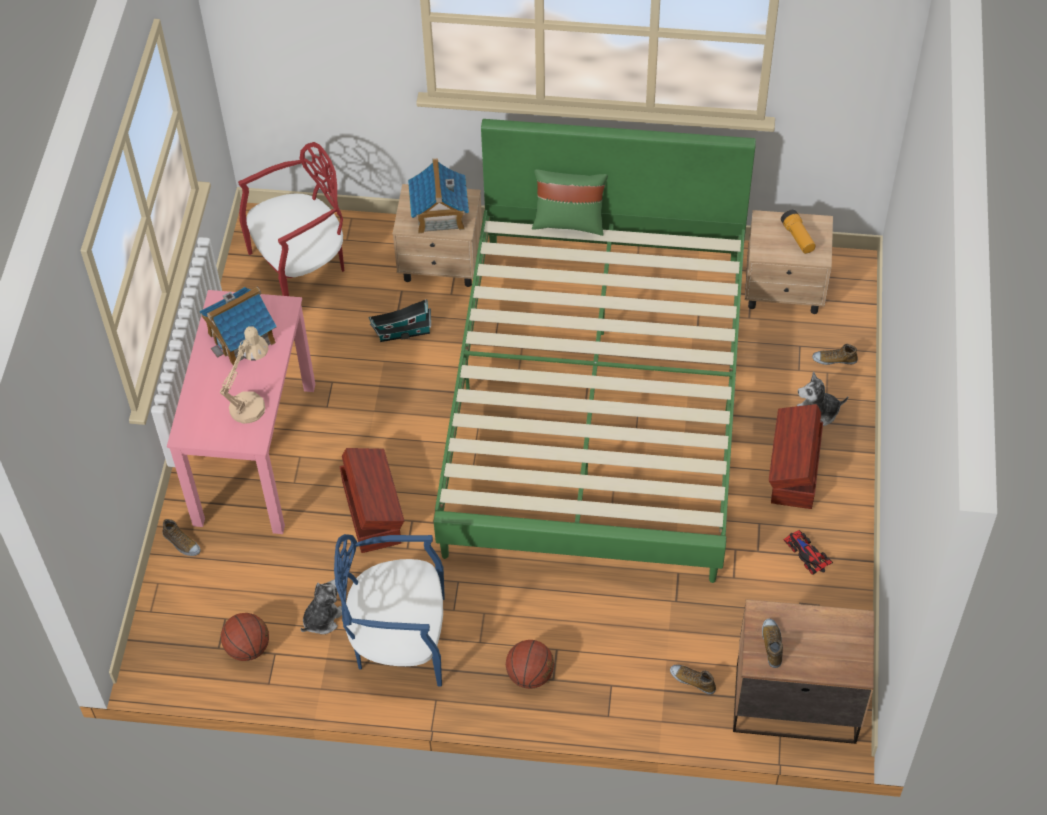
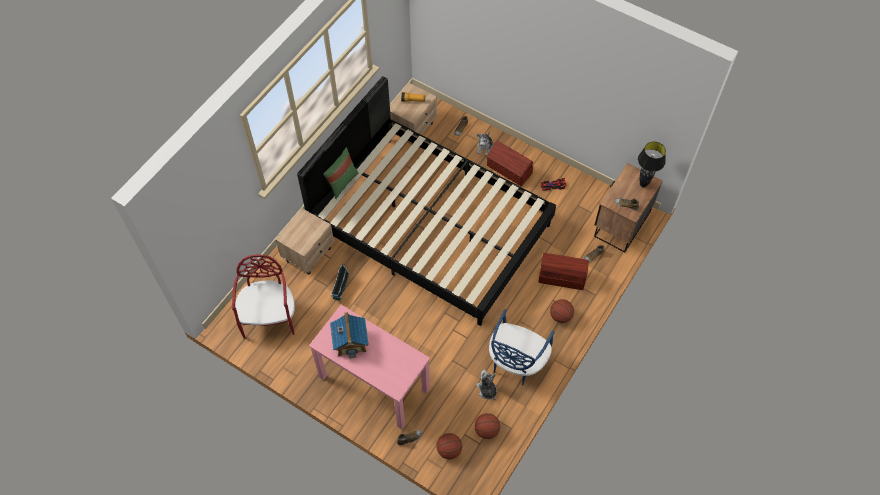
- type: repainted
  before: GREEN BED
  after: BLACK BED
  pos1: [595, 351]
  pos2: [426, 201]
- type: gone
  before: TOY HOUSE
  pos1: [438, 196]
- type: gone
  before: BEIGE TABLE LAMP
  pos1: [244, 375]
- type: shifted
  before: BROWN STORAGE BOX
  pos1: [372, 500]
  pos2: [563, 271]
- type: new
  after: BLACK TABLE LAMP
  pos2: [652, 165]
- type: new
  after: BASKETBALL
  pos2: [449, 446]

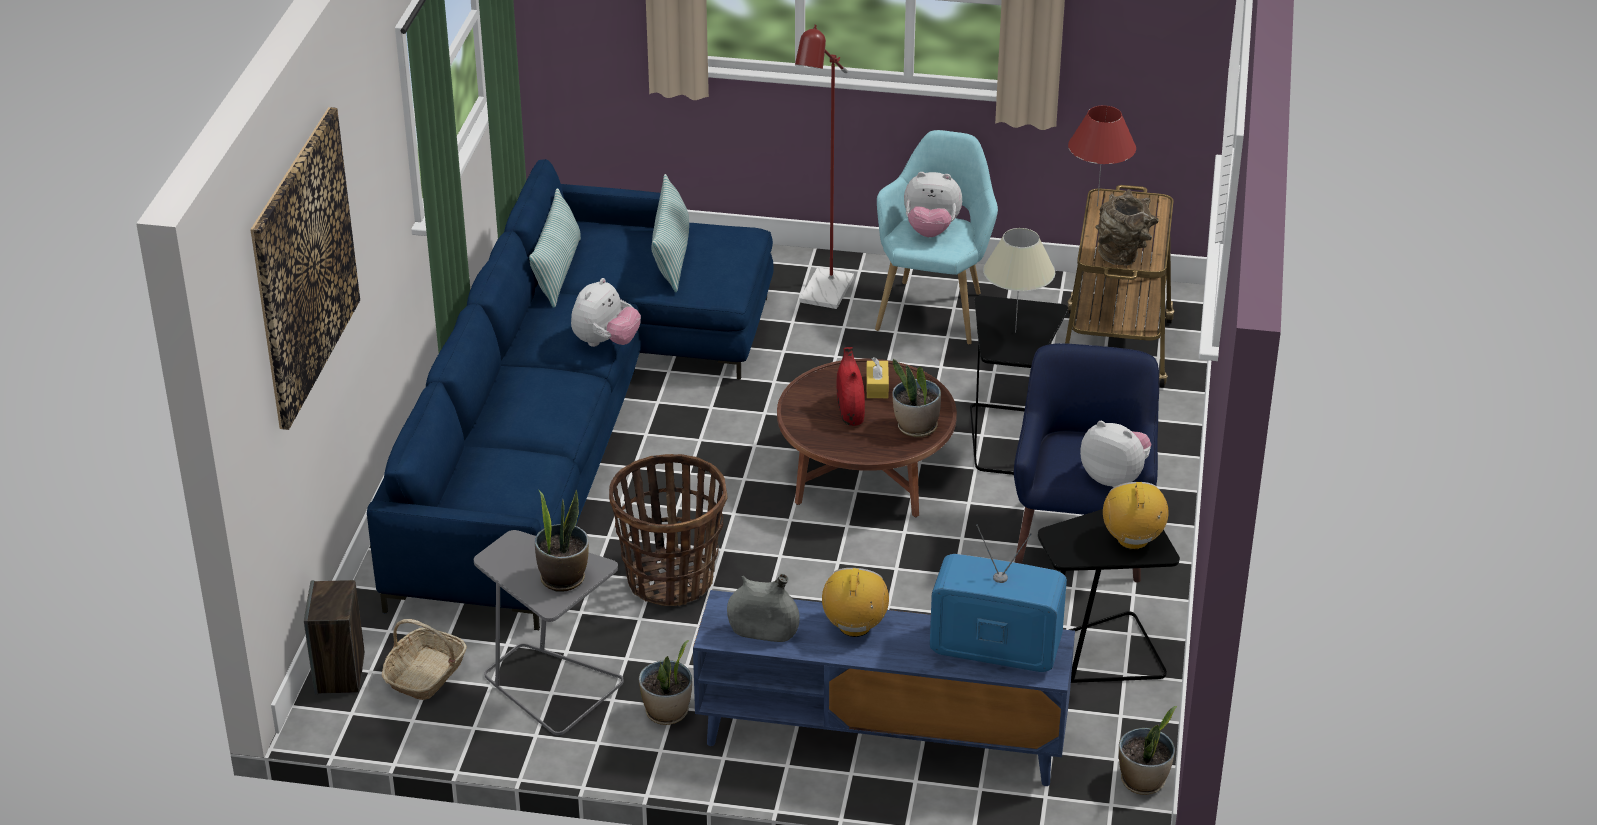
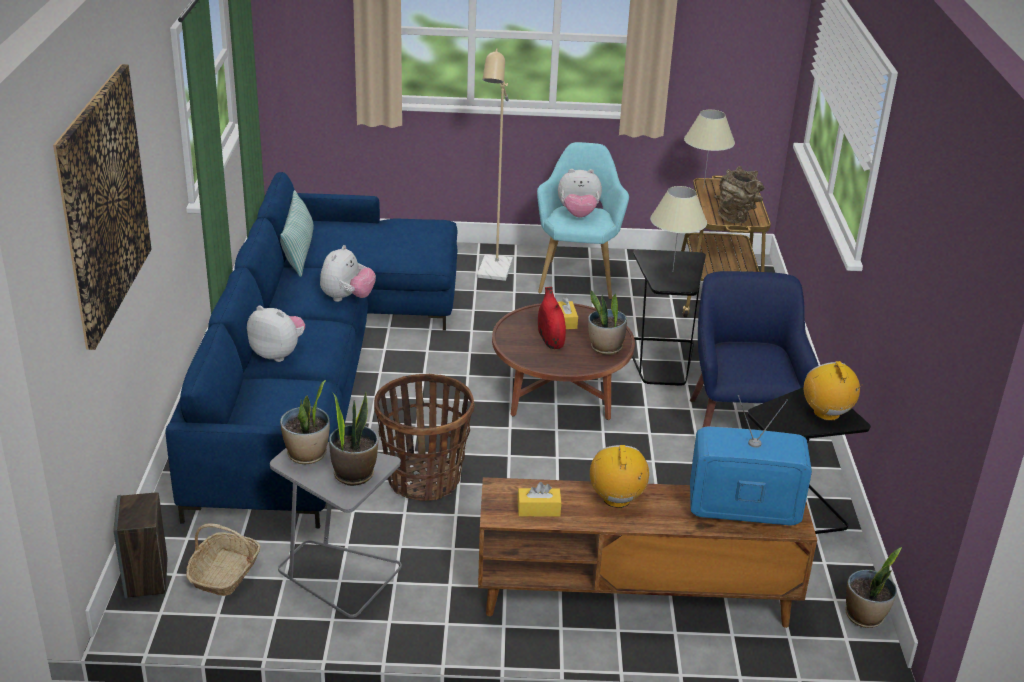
- type: repainted
  before: RED FLOOR LAMP
  after: BEIGE FLOOR LAMP
  pos1: [824, 167]
  pos2: [495, 164]
- type: repainted
  before: RED TABLE LAMP
  after: BEIGE TABLE LAMP
  pos1: [1102, 156]
  pos2: [709, 149]
- type: gone
  before: PILLOW
  pos1: [670, 233]
- type: shifted
  before: PLUSH TOY
  pos1: [1115, 454]
  pos2: [276, 334]
- type: swapped
  before: GREY VASE
  after: YELLOW TISSUE BOX
  pos1: [763, 608]
  pos2: [539, 499]
- type: repainted
  before: BLUE TV STAND
  after: BROWN TV STAND
  pos1: [884, 688]
  pos2: [647, 552]
- type: shifted
  before: POTTED PLANT
  pos1: [665, 682]
  pos2: [305, 422]

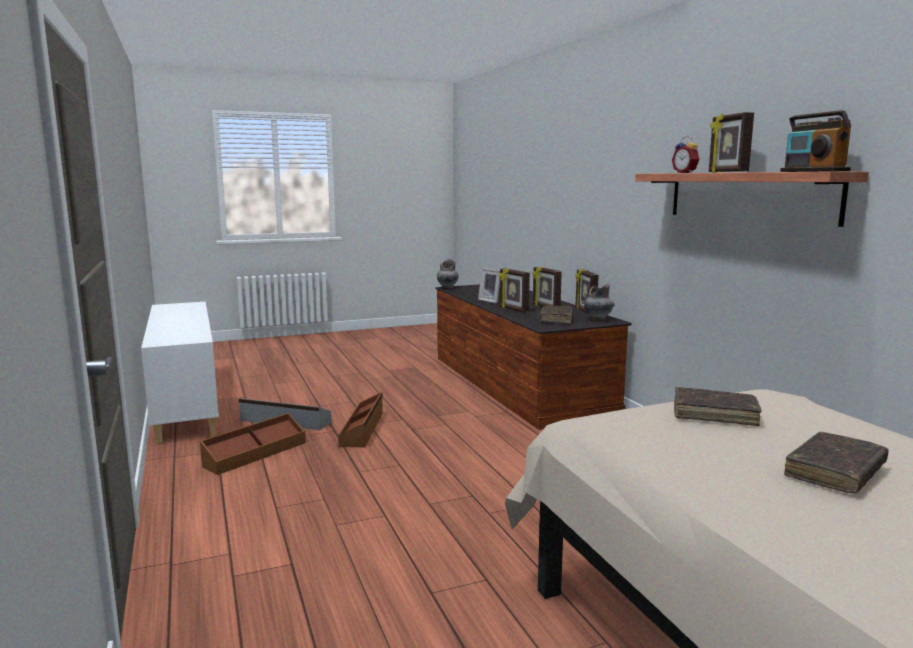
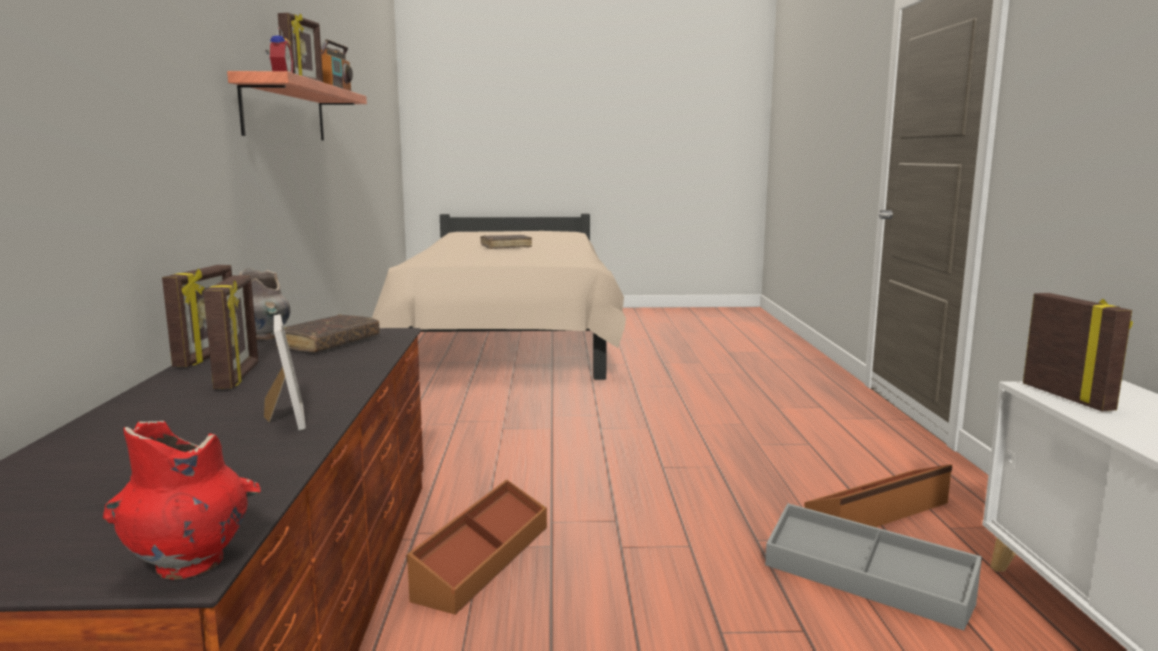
- type: repainted
  before: GREY VASE
  after: RED VASE
  pos1: [448, 274]
  pos2: [182, 500]
- type: shifted
  before: PICTURE FRAME
  pos1: [514, 290]
  pos2: [1078, 352]
- type: gone
  before: BROWN BOOK
  pos1: [718, 406]
- type: shifted
  before: BROWN STORAGE BOX
  pos1: [360, 420]
  pos2: [477, 547]

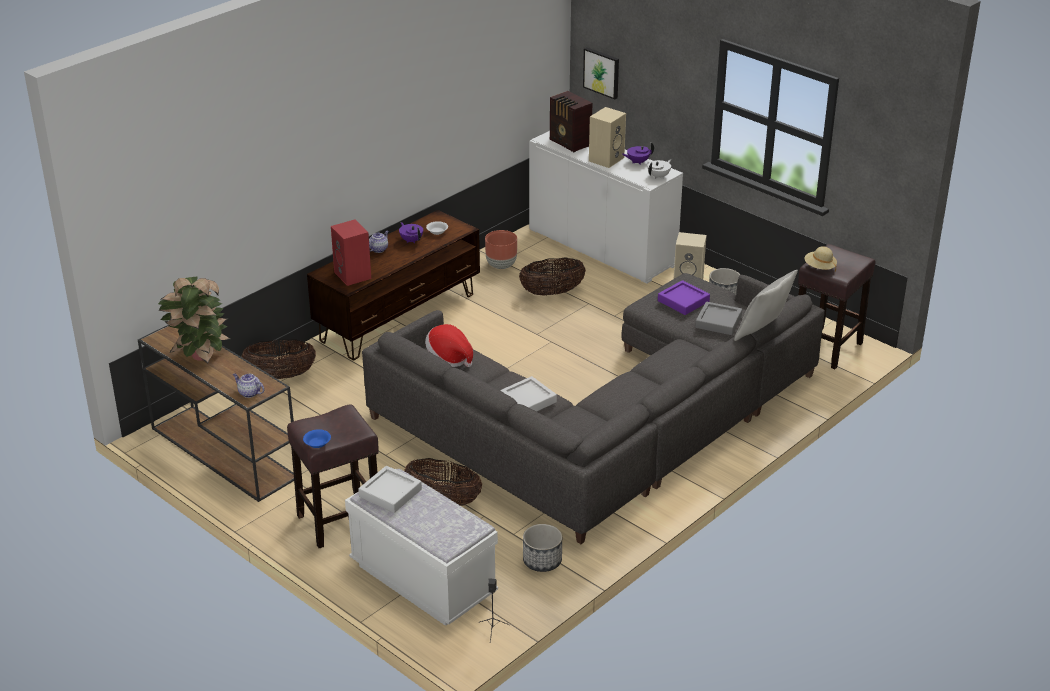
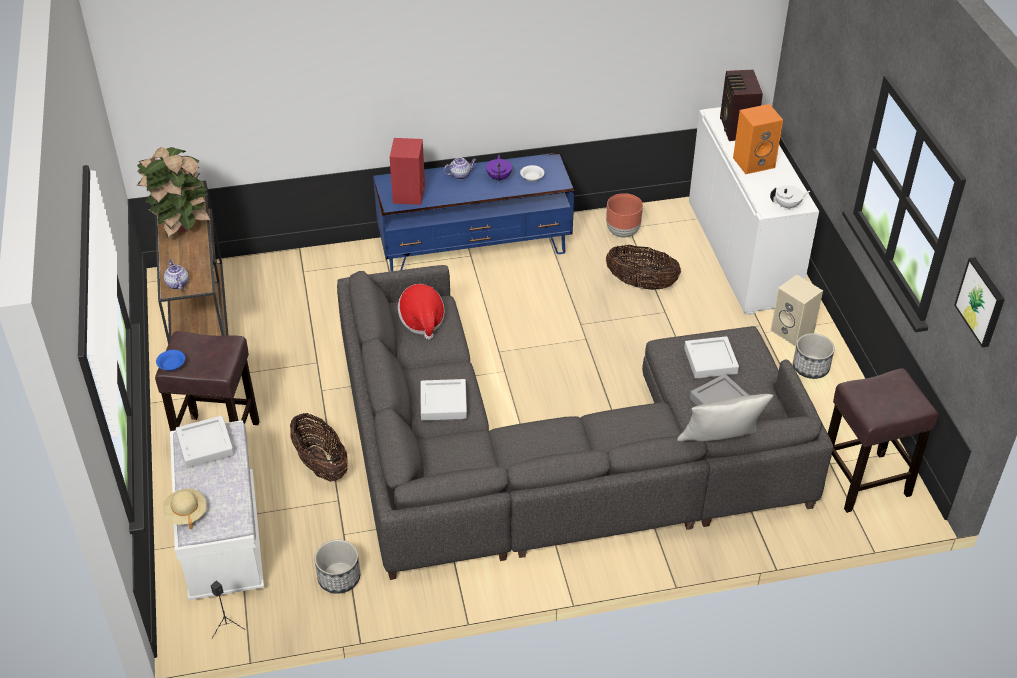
- type: shifted
  before: PICTURE
  pos1: [601, 73]
  pos2: [979, 302]
- type: repainted
  before: BEIGE SPEAKER
  after: ORANGE SPEAKER
  pos1: [607, 137]
  pos2: [758, 139]
- type: gone
  before: PURPLE TEAPOT
  pos1: [638, 153]
- type: repainted
  before: BROWN TV STAND
  after: BLUE TV STAND
  pos1: [393, 285]
  pos2: [473, 212]
- type: shifted
  before: BEIGE HAT
  pos1: [821, 259]
  pos2: [185, 509]
- type: repainted
  before: PURPLE TRAY
  after: GREY TRAY
  pos1: [684, 297]
  pos2: [711, 357]
- type: gone
  before: BASKET
  pos1: [279, 359]

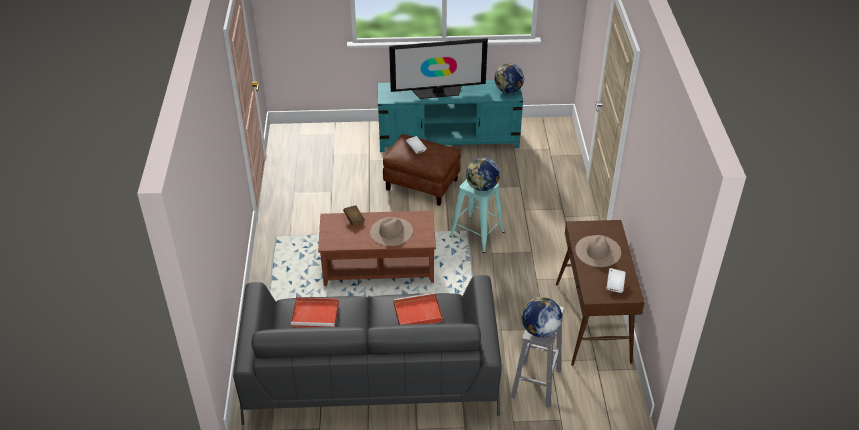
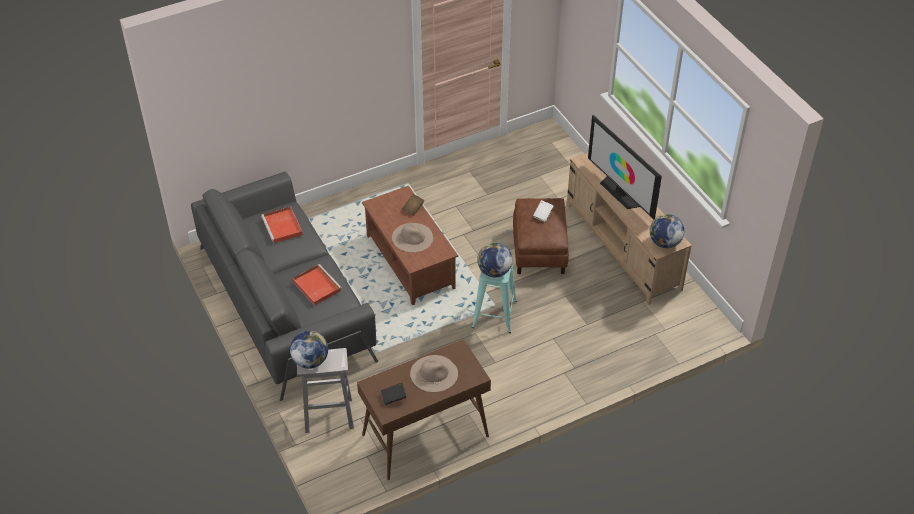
- type: repainted
  before: TURQUOISE TV STAND
  after: BEIGE TV STAND
  pos1: [450, 116]
  pos2: [629, 229]
- type: repainted
  before: WHITE BOOK
  after: BLACK BOOK
  pos1: [616, 280]
  pos2: [394, 394]

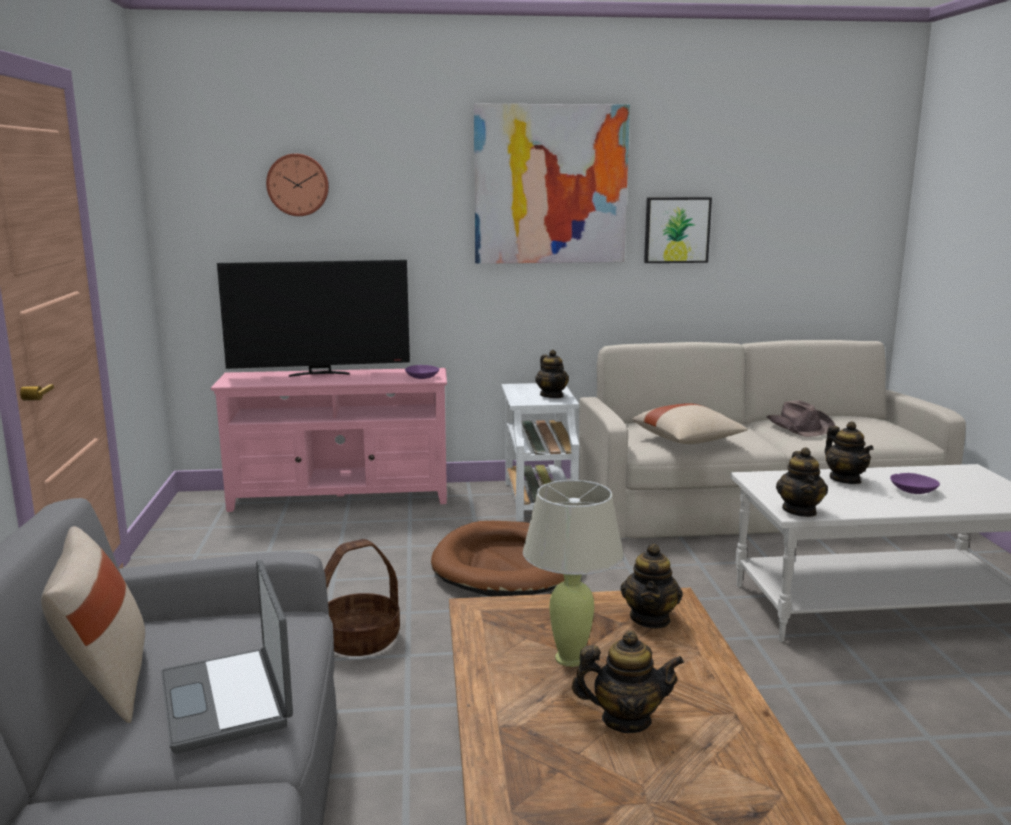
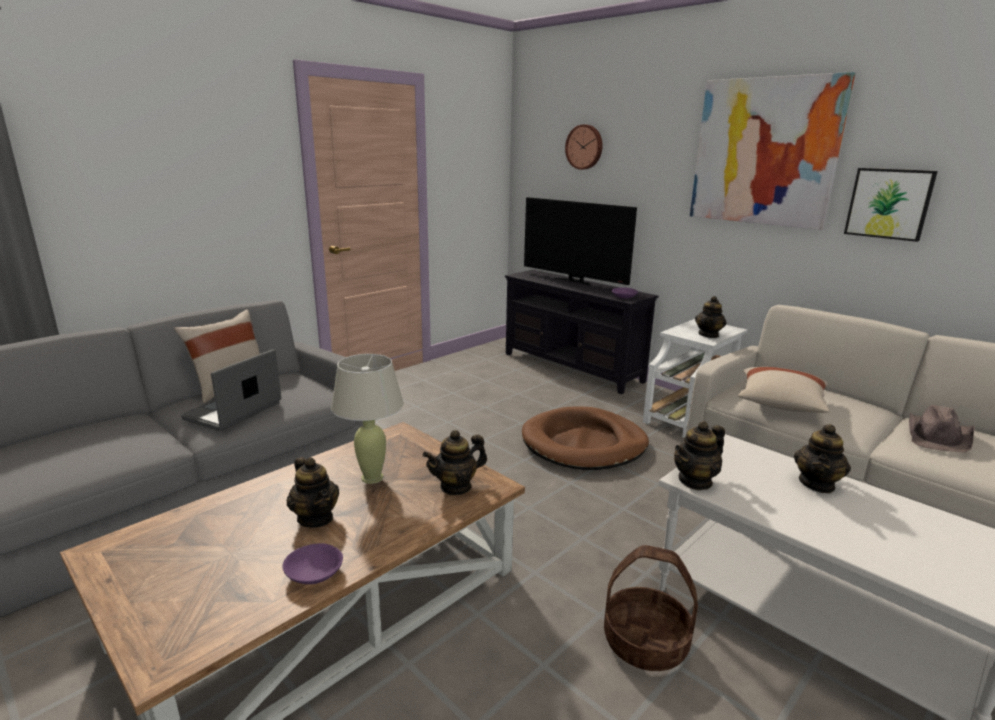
- type: repainted
  before: PINK TV STAND
  after: BLACK TV STAND
  pos1: [329, 440]
  pos2: [582, 332]
- type: shifted
  before: PURPLE BOWL
  pos1: [915, 483]
  pos2: [312, 563]
- type: shifted
  before: BASKET
  pos1: [362, 597]
  pos2: [651, 608]

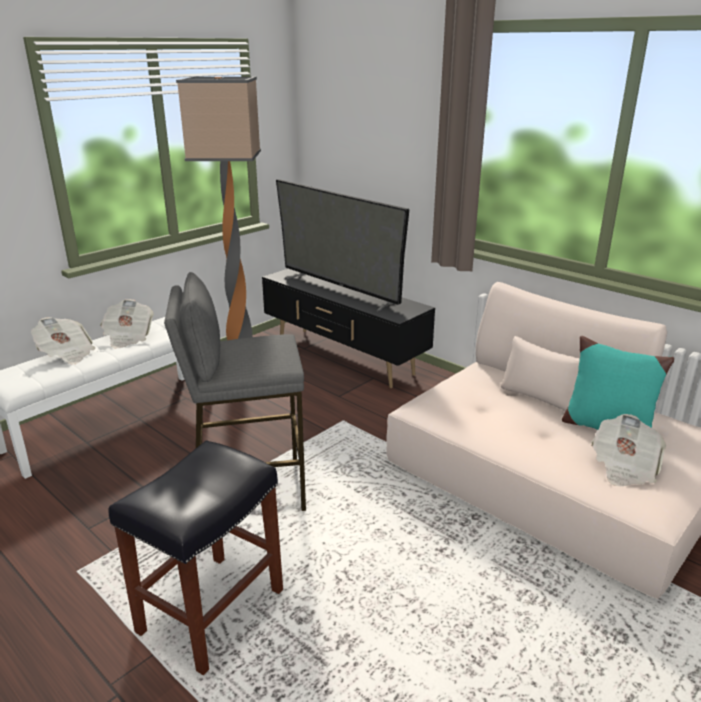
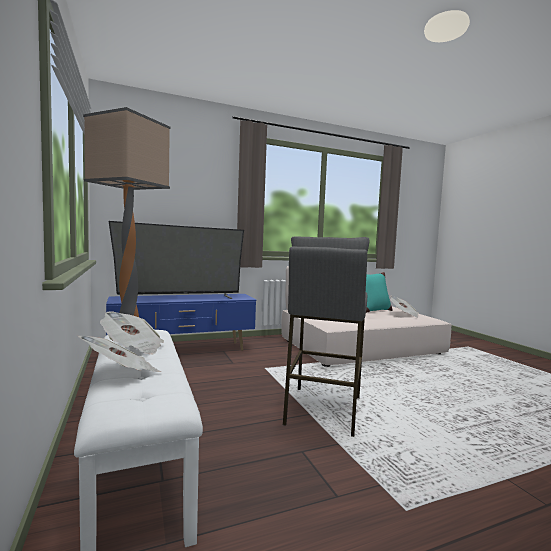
- type: repainted
  before: BLACK TV STAND
  after: BLUE TV STAND
  pos1: [348, 328]
  pos2: [181, 322]
- type: gone
  before: BLACK STOOL
  pos1: [196, 557]

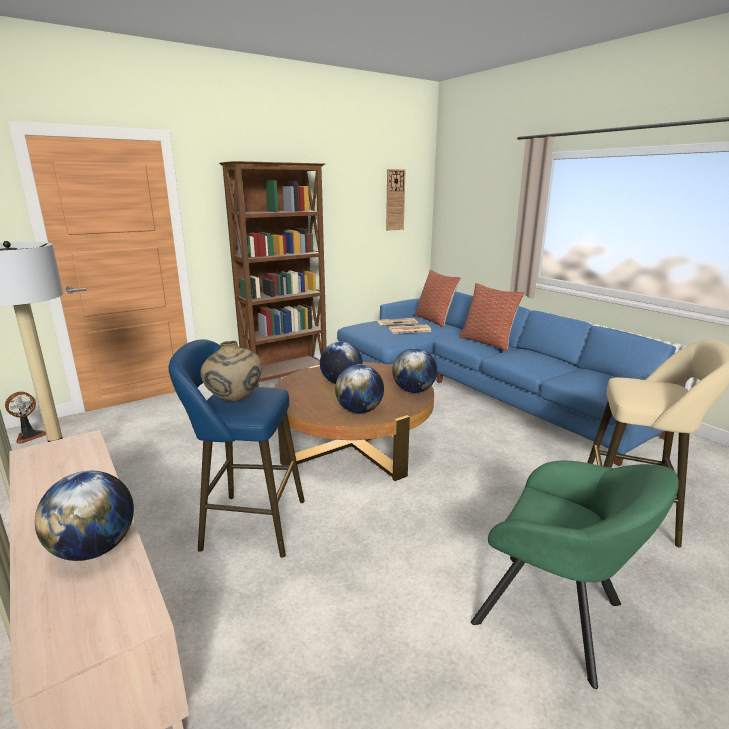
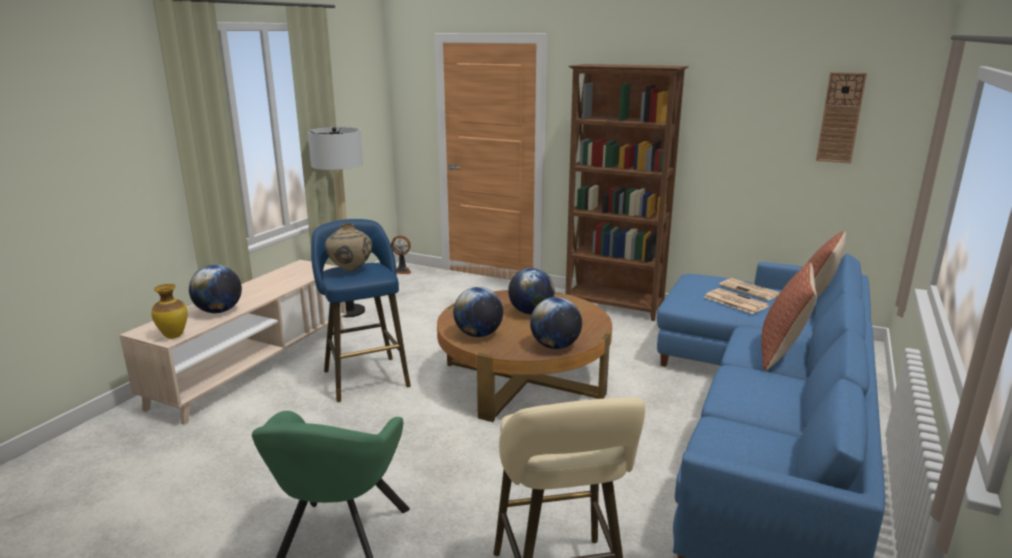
- type: new
  after: VASE
  pos2: [169, 311]

